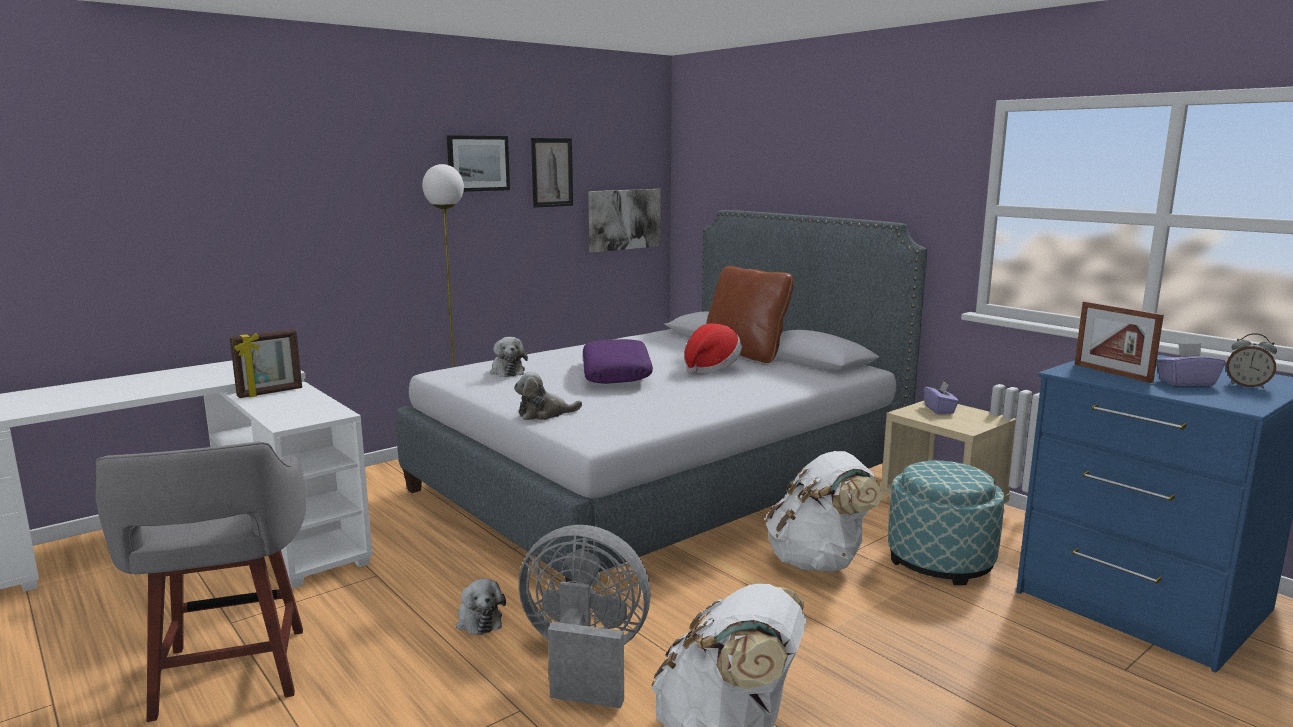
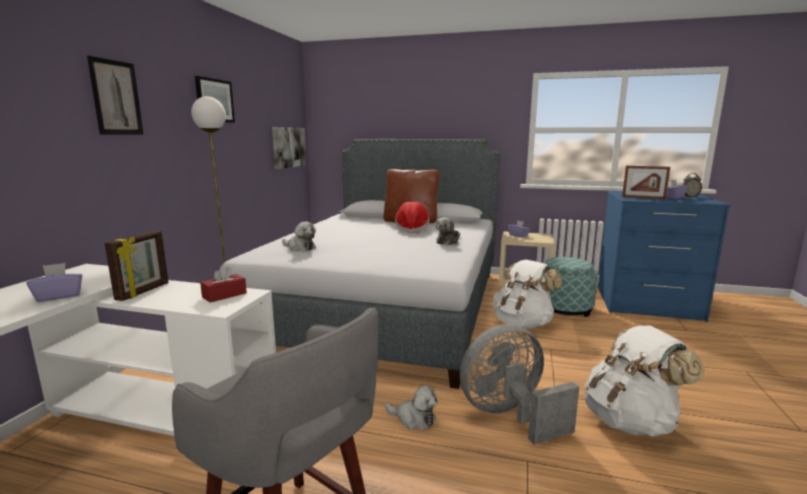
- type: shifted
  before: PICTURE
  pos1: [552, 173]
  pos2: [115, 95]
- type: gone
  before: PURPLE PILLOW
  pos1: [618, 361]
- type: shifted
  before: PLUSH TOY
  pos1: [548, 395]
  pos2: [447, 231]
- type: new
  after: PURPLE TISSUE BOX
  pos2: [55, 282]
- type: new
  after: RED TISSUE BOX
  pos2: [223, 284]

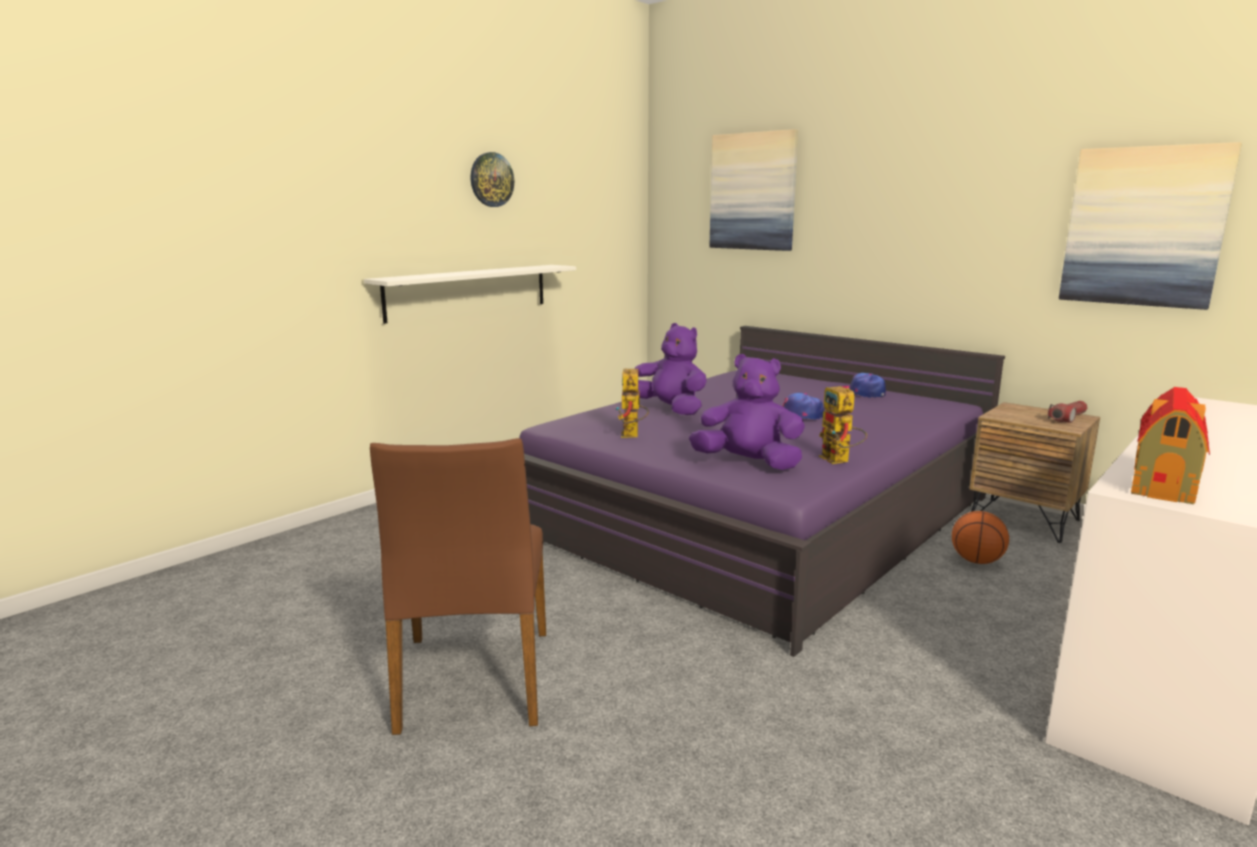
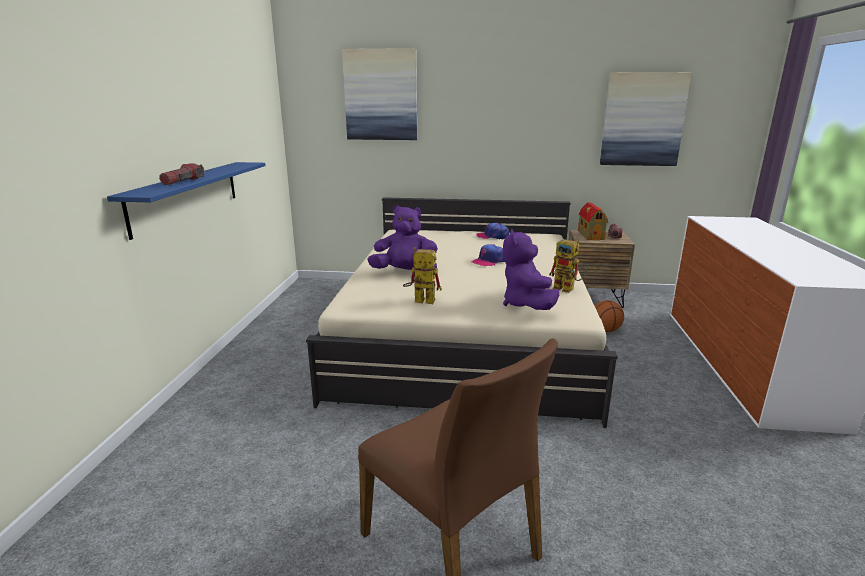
- type: gone
  before: WALL CLOCK
  pos1: [492, 179]
- type: repainted
  before: WHITE SHELF
  after: BLUE SHELF
  pos1: [470, 294]
  pos2: [186, 201]
- type: repainted
  before: PURPLE BED
  after: BEIGE BED
  pos1: [762, 491]
  pos2: [462, 312]
- type: rotated
  before: PURPLE PLUSH TOY
  pos1: [747, 412]
  pos2: [531, 269]
  turn: -75
- type: rotated
  before: TOY ROBOT
  pos1: [632, 403]
  pos2: [422, 275]
  turn: 135
- type: shifted
  before: TOY HOUSE
  pos1: [1170, 445]
  pos2: [593, 221]
- type: new
  after: FLASHLIGHT
  pos2: [182, 174]

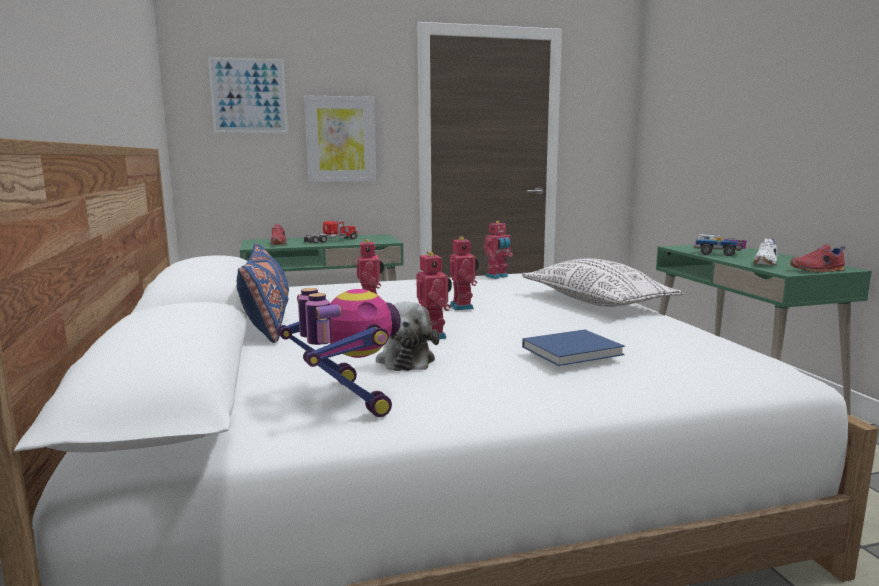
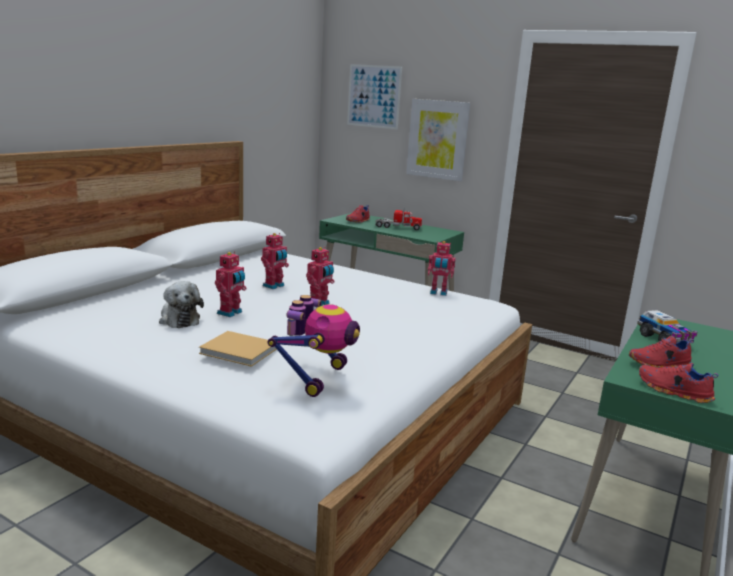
- type: repainted
  before: WHITE SHOE
  after: RED SHOE
  pos1: [765, 251]
  pos2: [661, 352]
- type: gone
  before: BLUE PILLOW
  pos1: [262, 293]
- type: gone
  before: WHITE PILLOW
  pos1: [602, 282]
- type: shifted
  before: TOY ROBOT
  pos1: [339, 352]
  pos2: [314, 346]
- type: rotated
  before: PLUSH TOY
  pos1: [408, 336]
  pos2: [181, 304]
  turn: -75
- type: repainted
  before: BLUE BOOK
  after: BEIGE BOOK
  pos1: [573, 347]
  pos2: [238, 349]

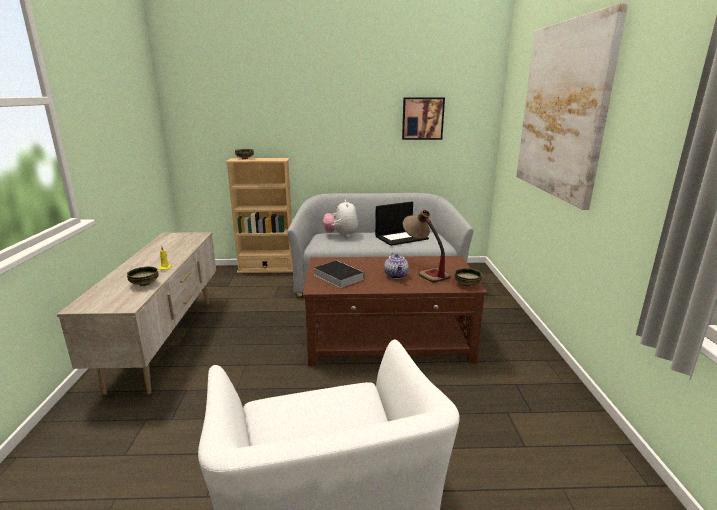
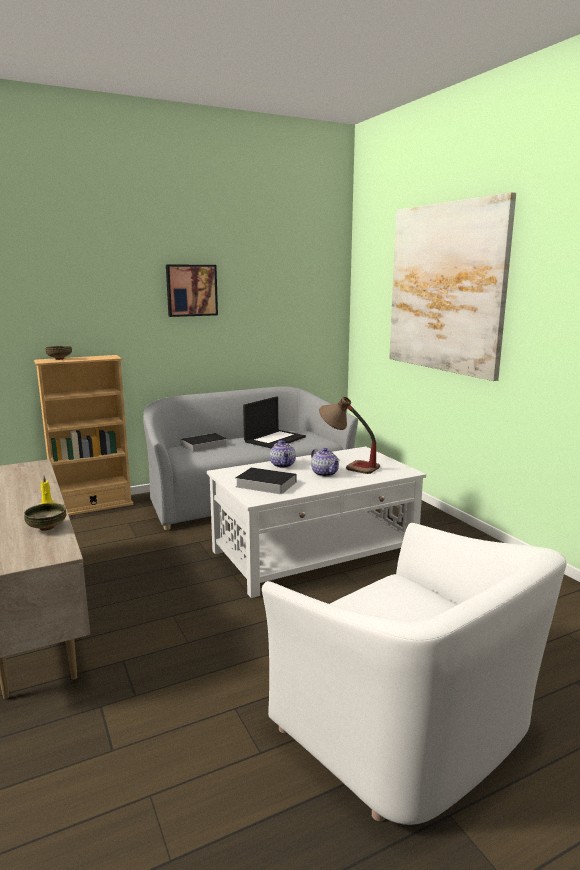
- type: shifted
  before: PICTURE
  pos1: [423, 119]
  pos2: [192, 290]
- type: swapped
  before: PLUSH TOY
  after: BOOK
  pos1: [340, 218]
  pos2: [201, 442]
- type: repainted
  before: BROWN COFFEE TABLE
  after: WHITE COFFEE TABLE
  pos1: [395, 311]
  pos2: [316, 522]
- type: gone
  before: BOWL
  pos1: [468, 277]
- type: new
  after: TEAPOT
  pos2: [283, 454]

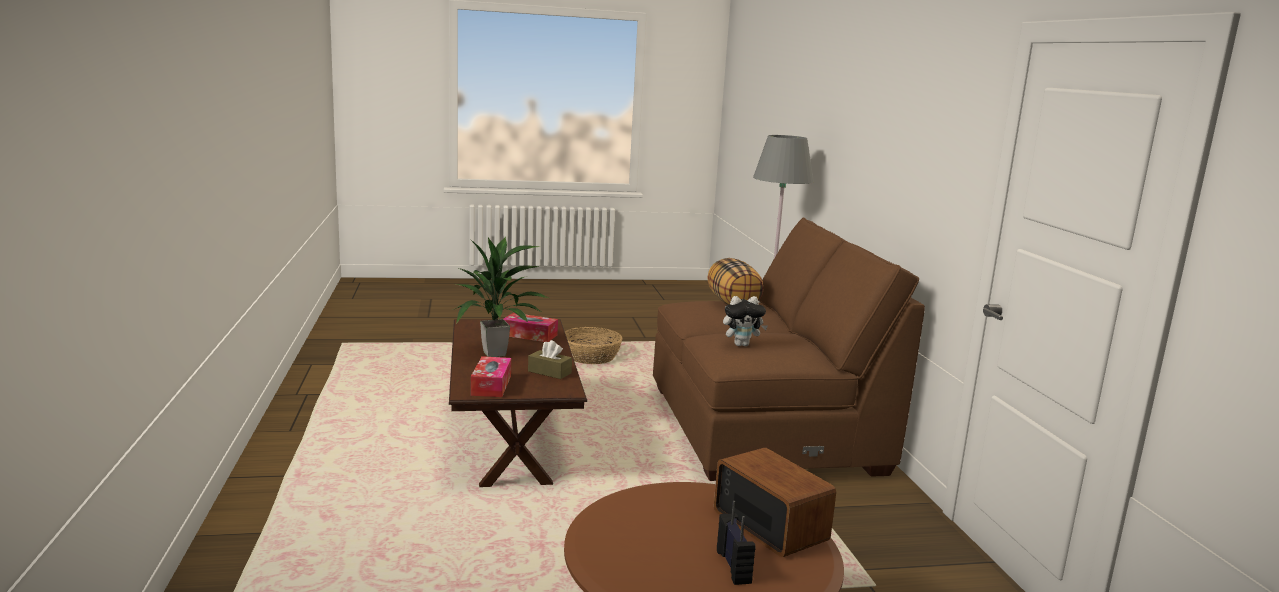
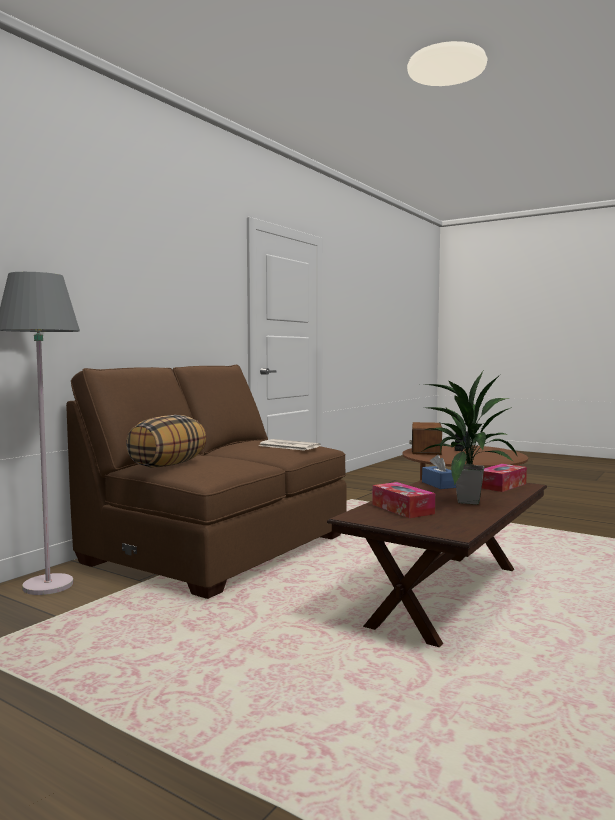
- type: swapped
  before: PLUSH TOY
  after: NEWSPAPER
  pos1: [745, 321]
  pos2: [290, 445]
- type: gone
  before: BASKET
  pos1: [594, 345]
- type: repainted
  before: BROWN TISSUE BOX
  after: BLUE TISSUE BOX
  pos1: [550, 359]
  pos2: [439, 472]

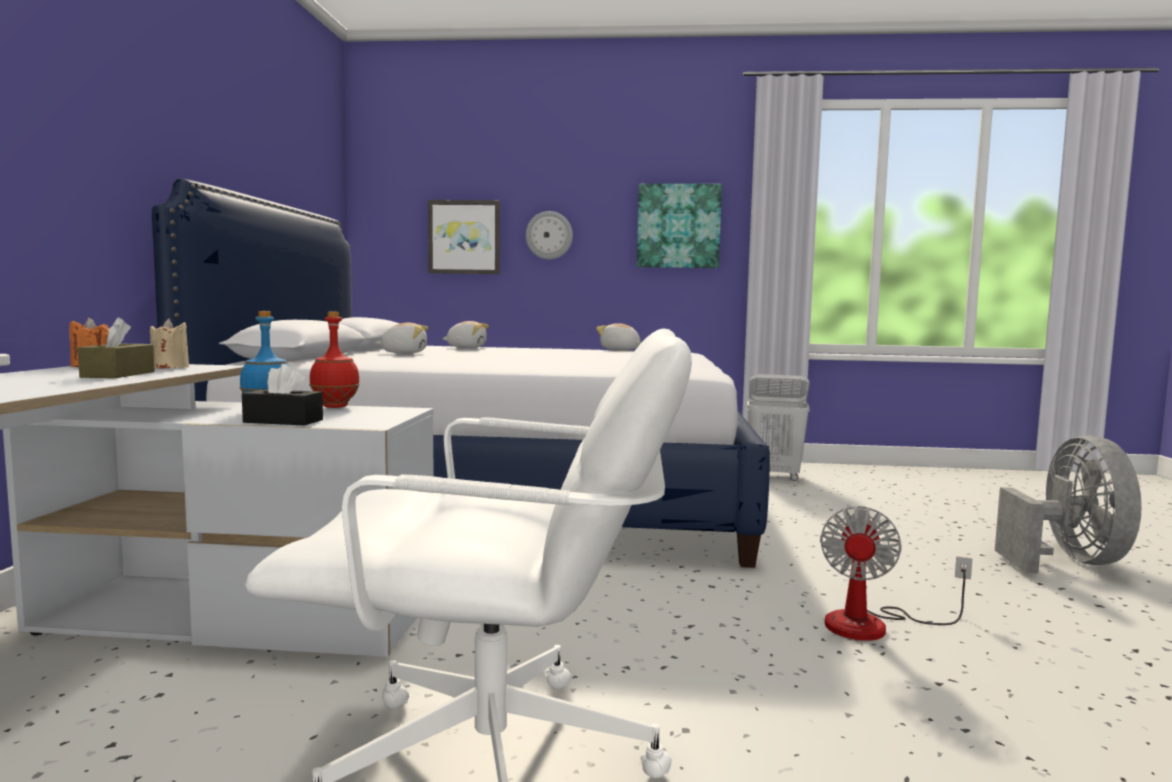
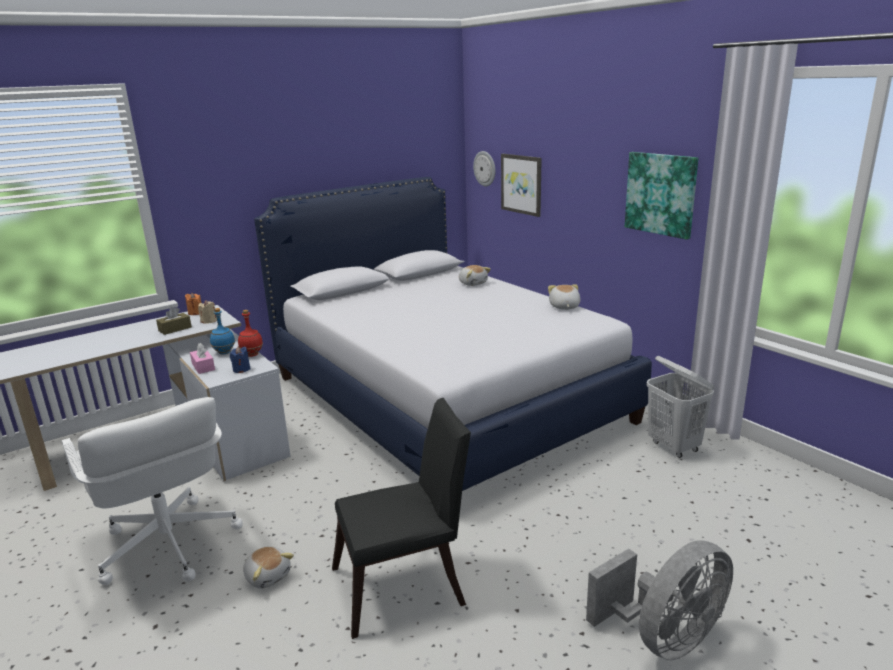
- type: shifted
  before: WALL CLOCK
  pos1: [549, 235]
  pos2: [484, 168]
- type: shifted
  before: PLUSH TOY
  pos1: [401, 338]
  pos2: [268, 567]
- type: repainted
  before: BLACK TISSUE BOX
  after: PINK TISSUE BOX
  pos1: [282, 395]
  pos2: [202, 358]
- type: swapped
  before: FAN
  after: BLACK CHAIR
  pos1: [896, 573]
  pos2: [401, 518]
- type: new
  after: BLUE CANDLE
  pos2: [240, 359]

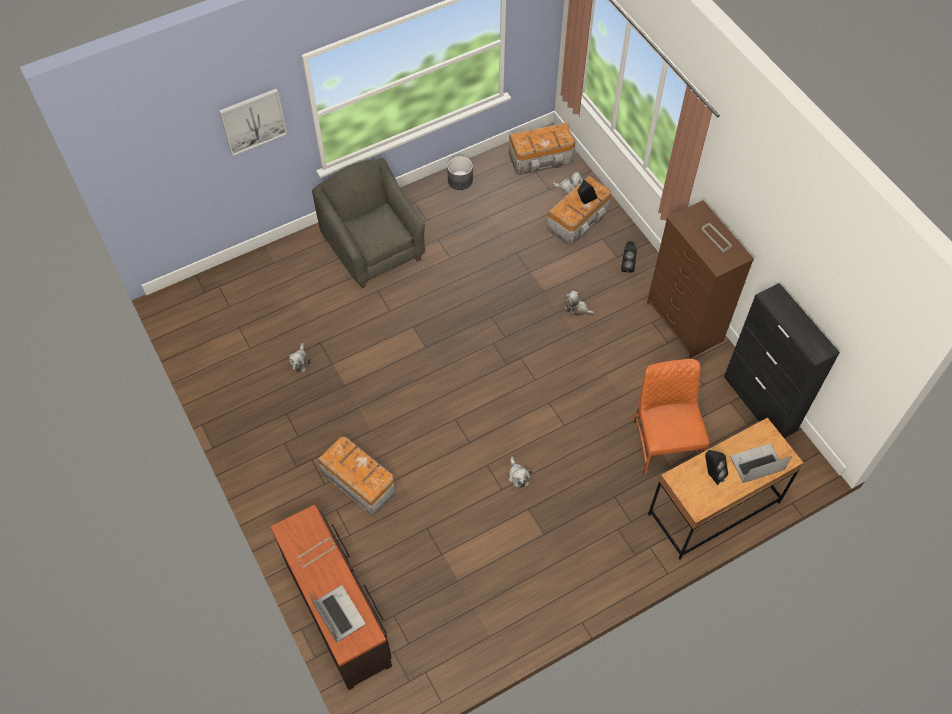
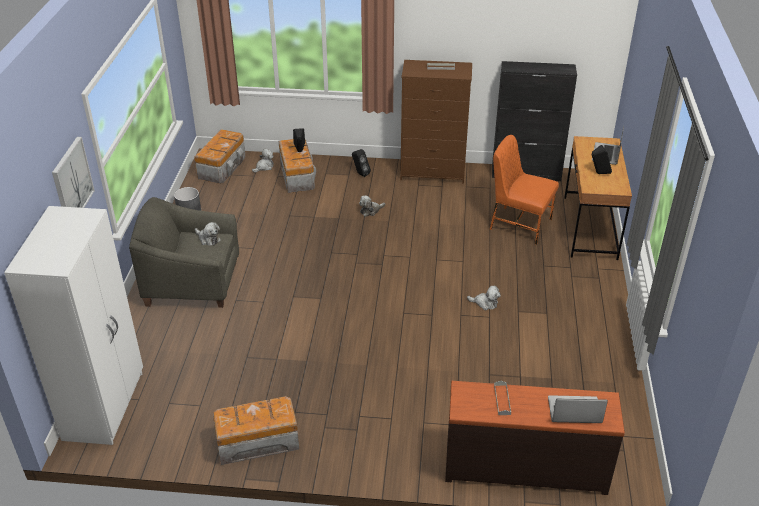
- type: shifted
  before: PLUSH TOY
  pos1: [299, 357]
  pos2: [208, 234]
- type: shifted
  before: STORAGE BOX
  pos1: [357, 477]
  pos2: [256, 430]
- type: new
  after: WHITE WARDROBE
  pos2: [73, 325]

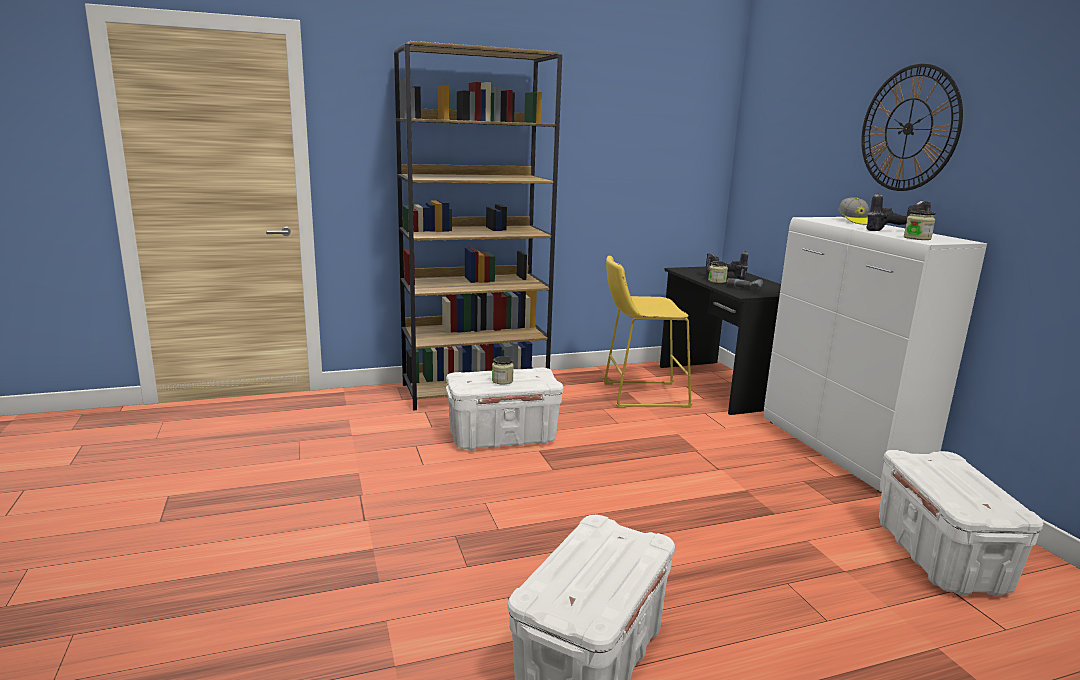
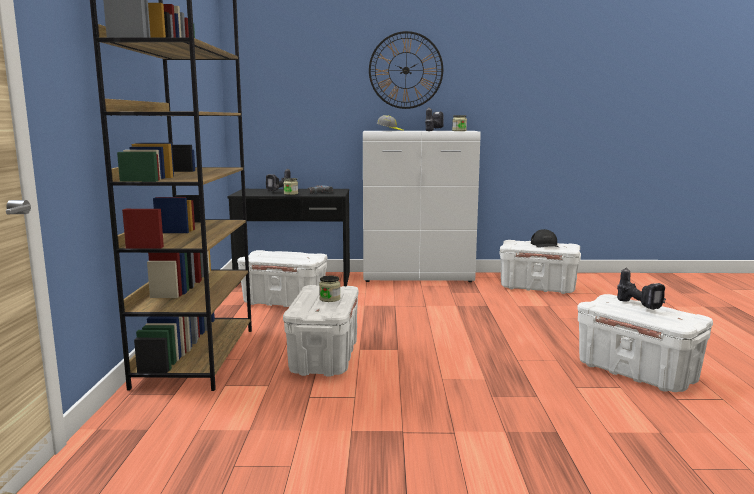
- type: swapped
  before: YELLOW STOOL
  after: WHITE STORAGE BOX
  pos1: [648, 332]
  pos2: [282, 278]
- type: new
  after: BLACK CAP
  pos2: [545, 238]
- type: new
  after: POWER DRILL
  pos2: [641, 289]

